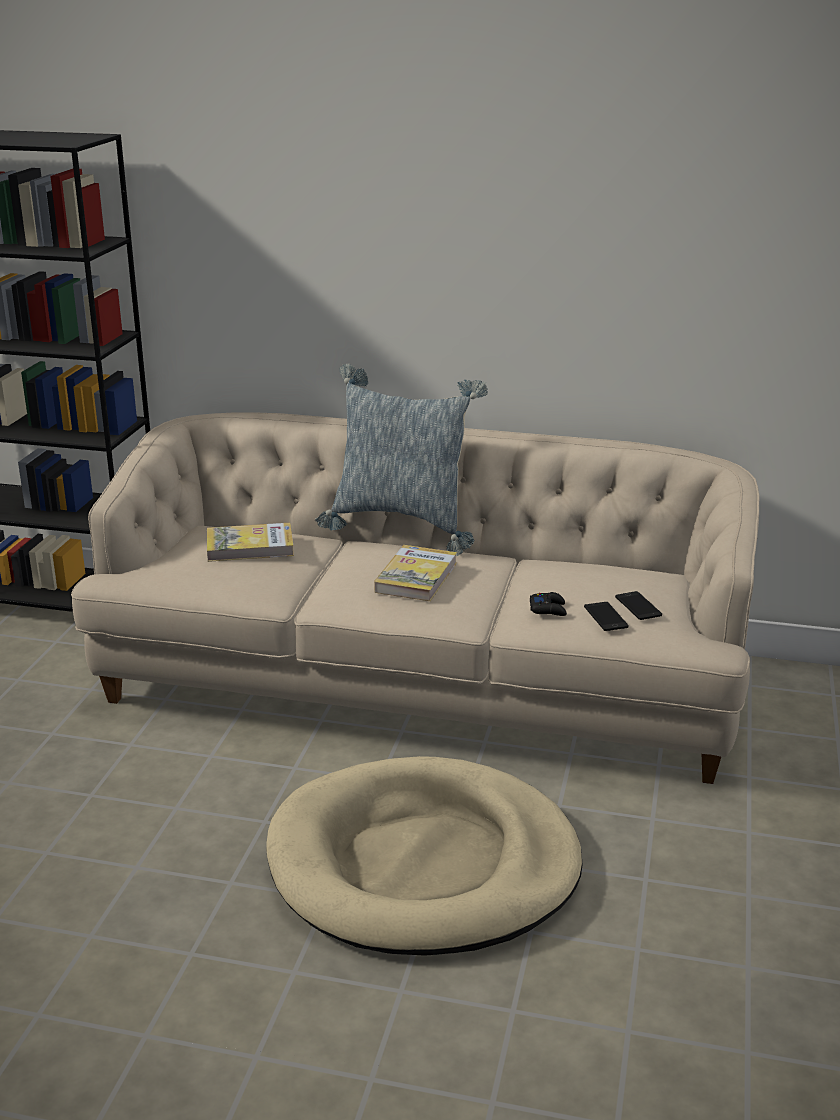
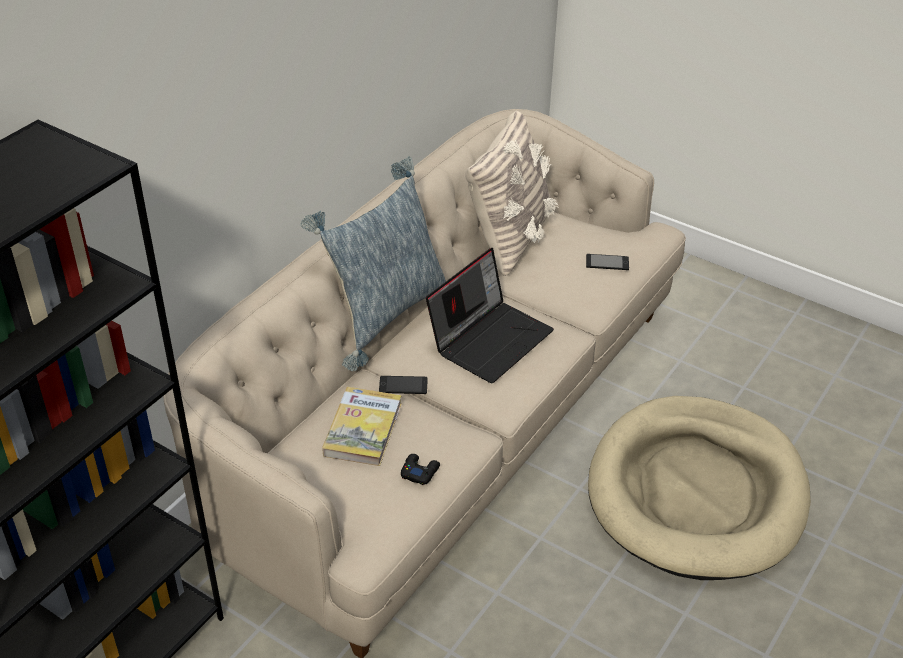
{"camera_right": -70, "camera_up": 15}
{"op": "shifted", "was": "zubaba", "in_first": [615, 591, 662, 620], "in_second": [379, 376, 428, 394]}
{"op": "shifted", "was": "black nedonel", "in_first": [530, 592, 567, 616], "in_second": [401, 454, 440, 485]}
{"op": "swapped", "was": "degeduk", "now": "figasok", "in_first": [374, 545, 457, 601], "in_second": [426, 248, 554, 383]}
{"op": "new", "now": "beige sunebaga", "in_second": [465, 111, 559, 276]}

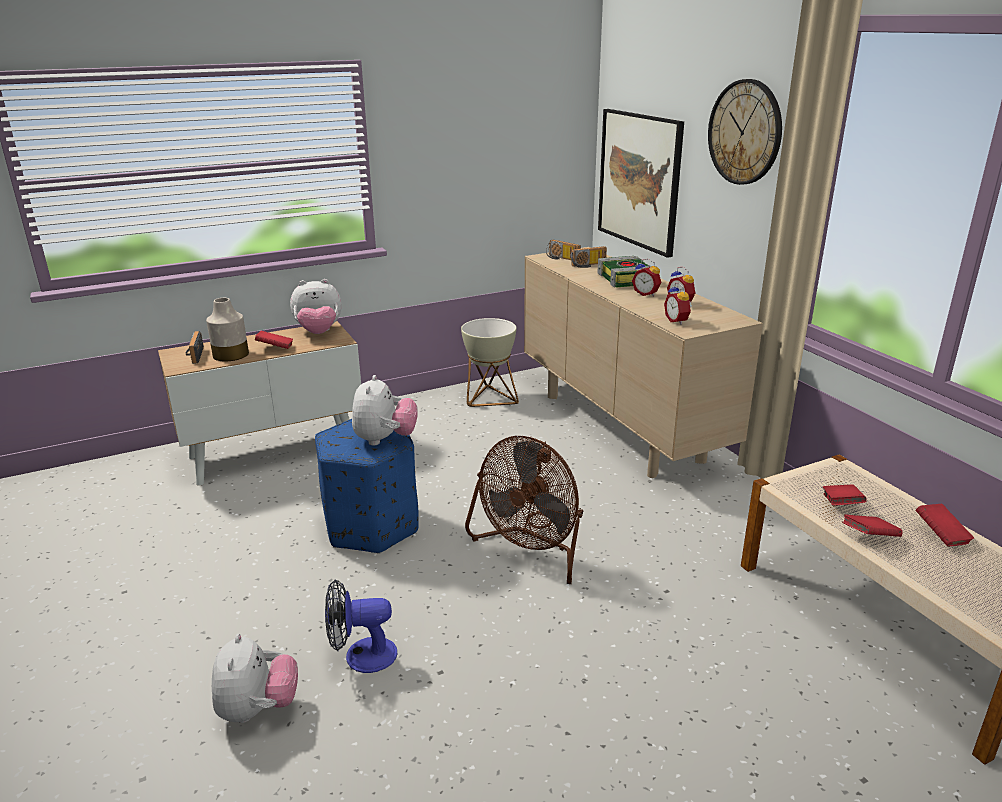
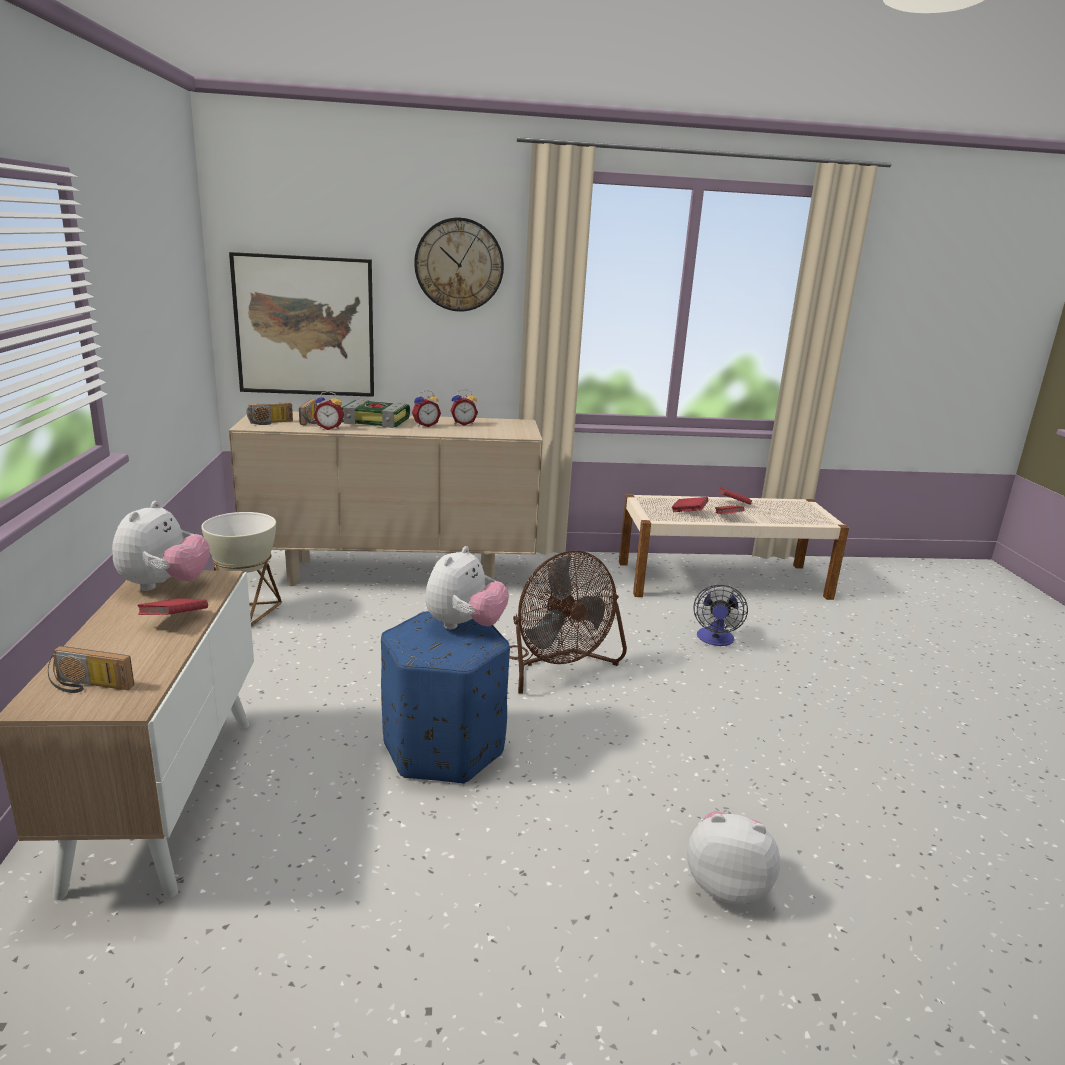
{"camera_right": -70, "camera_up": -5}
{"op": "shifted", "was": "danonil", "in_first": [664, 283, 692, 325], "in_second": [313, 391, 344, 430]}
{"op": "rotated", "was": "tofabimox", "in_first": [352, 375, 418, 446], "in_second": [425, 546, 509, 629], "clockwise": 90}
{"op": "shifted", "was": "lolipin", "in_first": [325, 579, 397, 673], "in_second": [693, 585, 748, 646]}
{"op": "gone", "was": "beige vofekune", "in_first": [206, 298, 249, 361]}

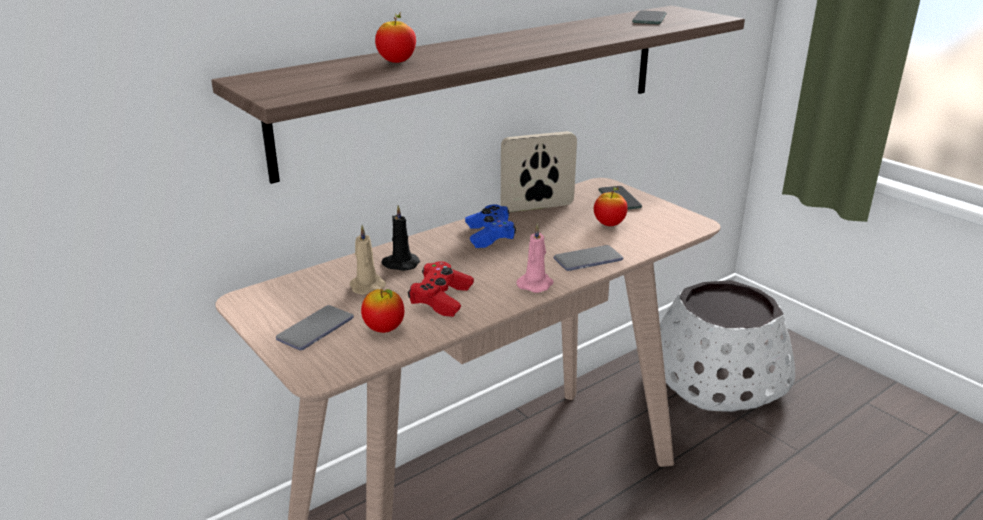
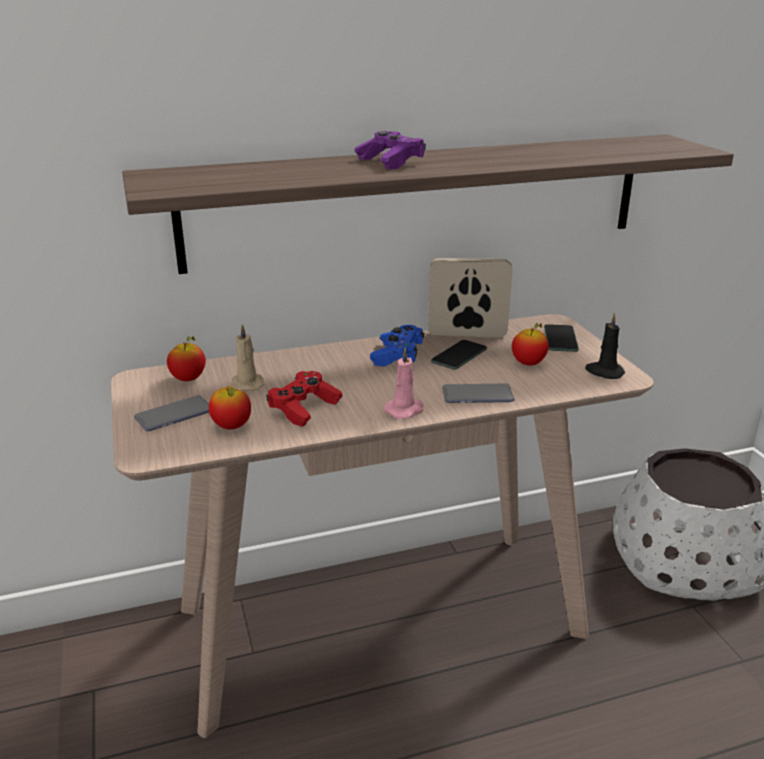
{"camera_right": 20, "camera_up": 0}
{"op": "shifted", "was": "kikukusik", "in_first": [375, 13, 416, 63], "in_second": [167, 336, 206, 381]}
{"op": "new", "now": "purple nedonel", "in_second": [355, 131, 426, 169]}
{"op": "shifted", "was": "zubaba", "in_first": [632, 10, 667, 24], "in_second": [431, 340, 487, 370]}
{"op": "shifted", "was": "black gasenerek", "in_first": [381, 205, 420, 271], "in_second": [585, 313, 625, 379]}

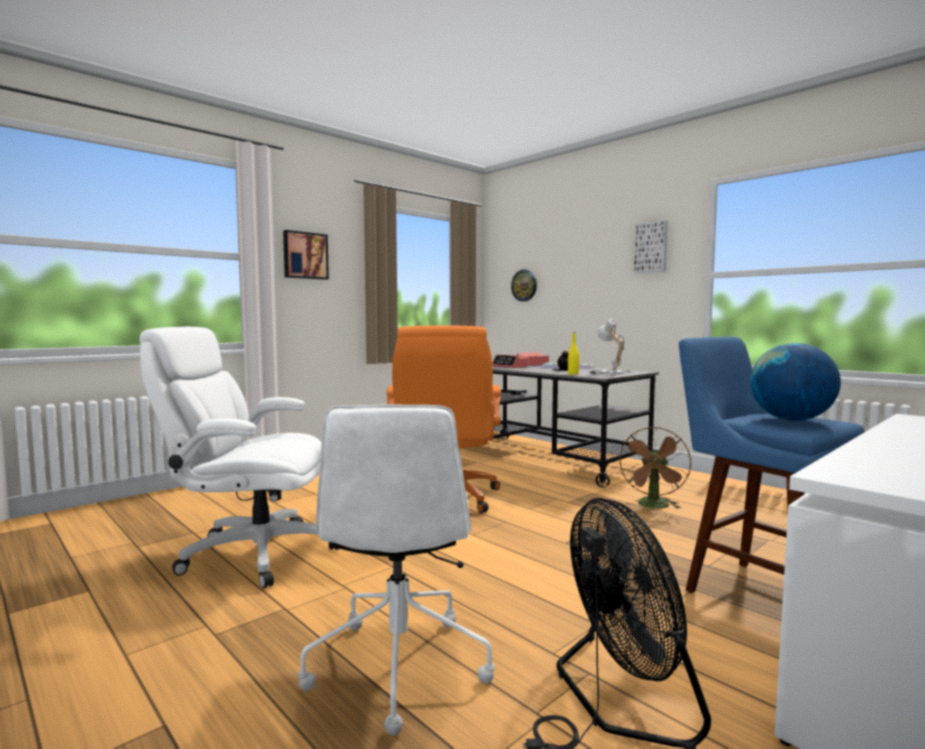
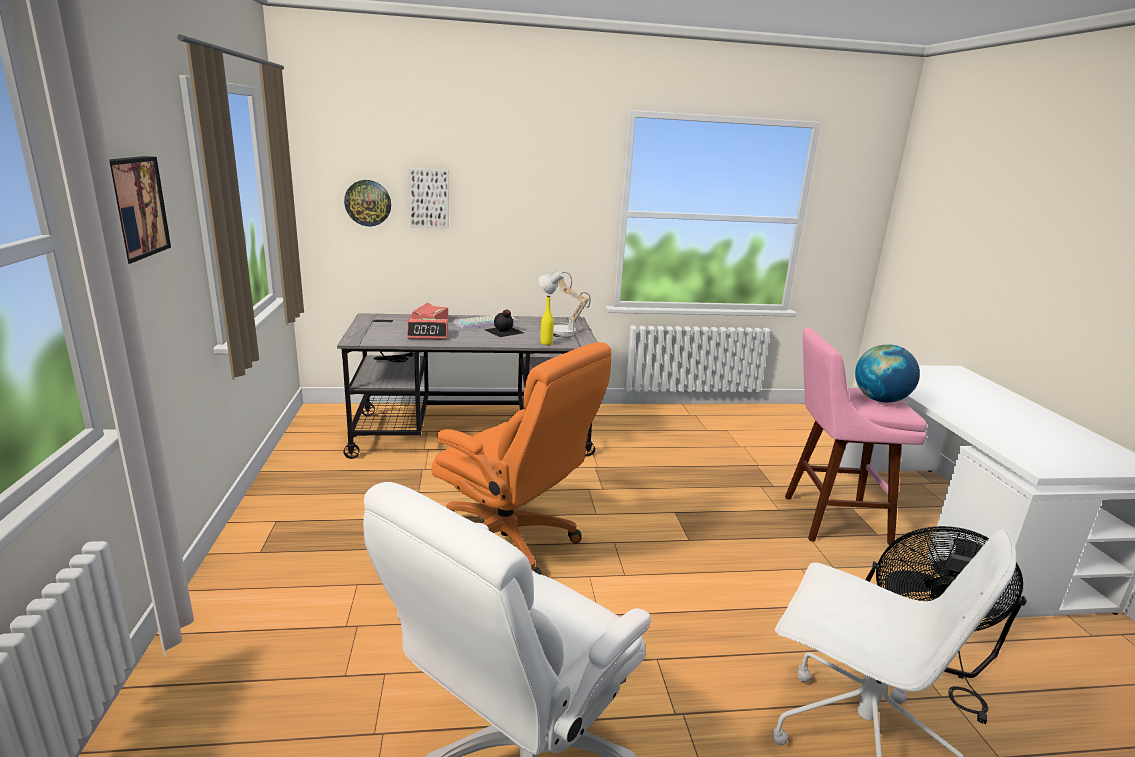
{"camera_right": -55, "camera_up": 15}
{"op": "shifted", "was": "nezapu", "in_first": [633, 220, 668, 273], "in_second": [409, 168, 449, 229]}
{"op": "repainted", "was": "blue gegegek", "now": "pink gegegek", "in_first": [679, 337, 864, 593], "in_second": [785, 328, 927, 546]}
{"op": "gone", "was": "brown lolipin", "in_first": [619, 427, 691, 509]}

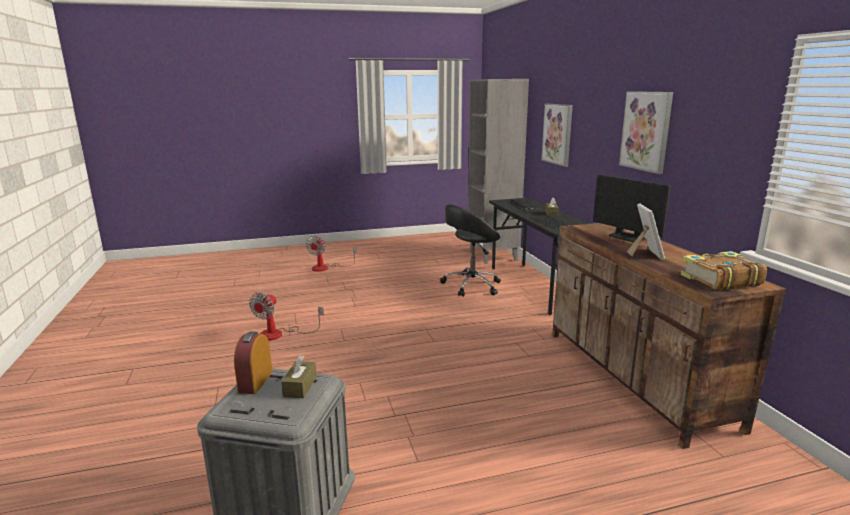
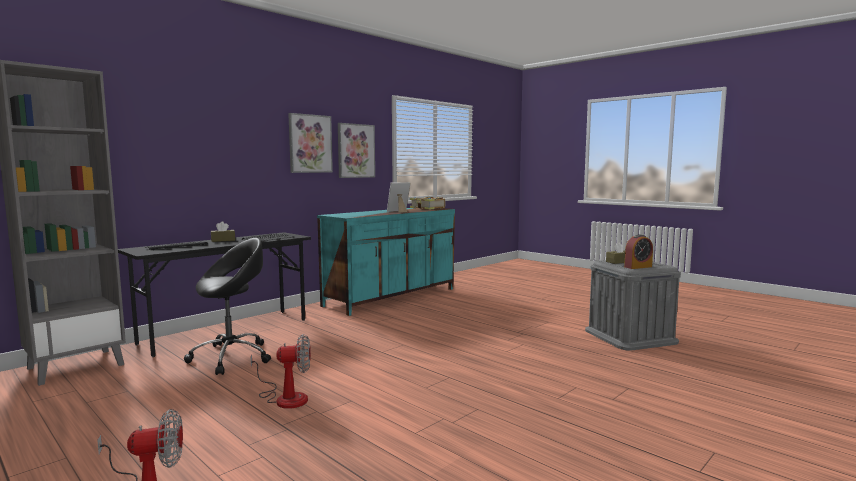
{"camera_right": -120, "camera_up": -10}
{"op": "rotated", "was": "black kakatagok", "in_first": [440, 204, 501, 297], "in_second": [184, 238, 271, 375], "clockwise": -60}
{"op": "shifted", "was": "lolipin", "in_first": [249, 292, 324, 341], "in_second": [251, 334, 311, 409]}
{"op": "repainted", "was": "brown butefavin", "now": "turquoise butefavin", "in_first": [552, 223, 786, 449], "in_second": [317, 208, 455, 316]}
{"op": "shifted", "was": "nezapu", "in_first": [541, 104, 573, 167], "in_second": [338, 123, 375, 178]}
{"op": "gone", "was": "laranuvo", "in_first": [593, 175, 671, 242]}

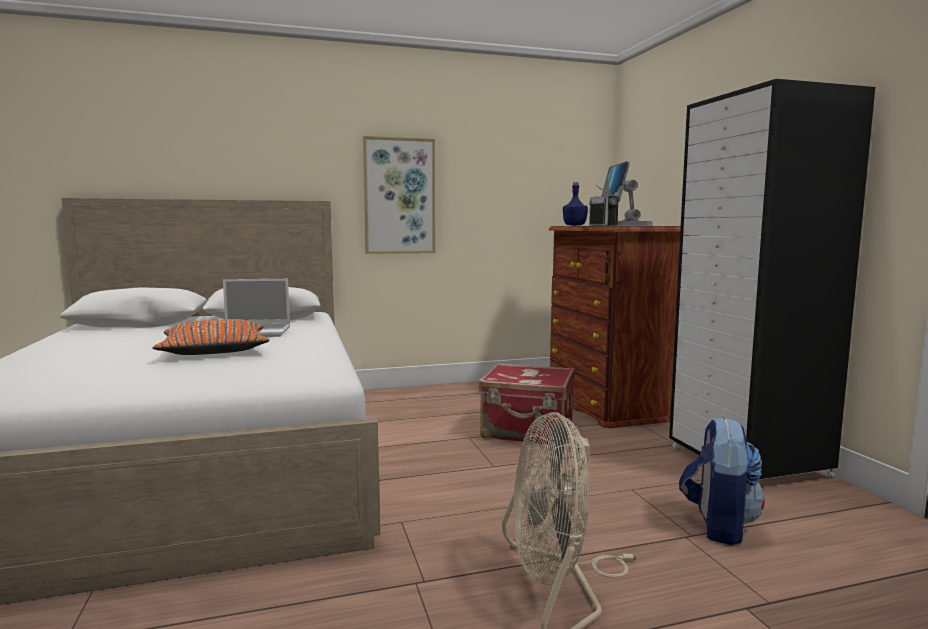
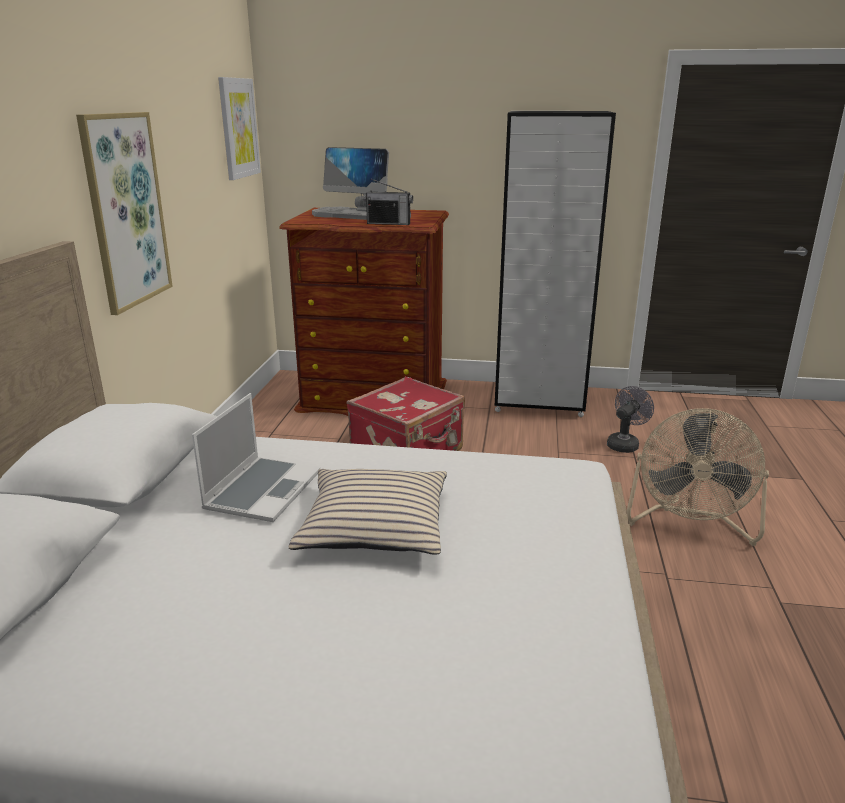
{"camera_right": -65, "camera_up": 15}
{"op": "new", "now": "nezapu", "in_second": [218, 77, 261, 180]}
{"op": "repainted", "was": "orange sunebaga", "now": "beige sunebaga", "in_first": [152, 319, 270, 355], "in_second": [289, 469, 447, 555]}
{"op": "swapped", "was": "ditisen", "now": "grey lolipin", "in_first": [679, 416, 765, 545], "in_second": [607, 386, 654, 453]}
{"op": "gone", "was": "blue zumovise", "in_first": [563, 182, 588, 226]}

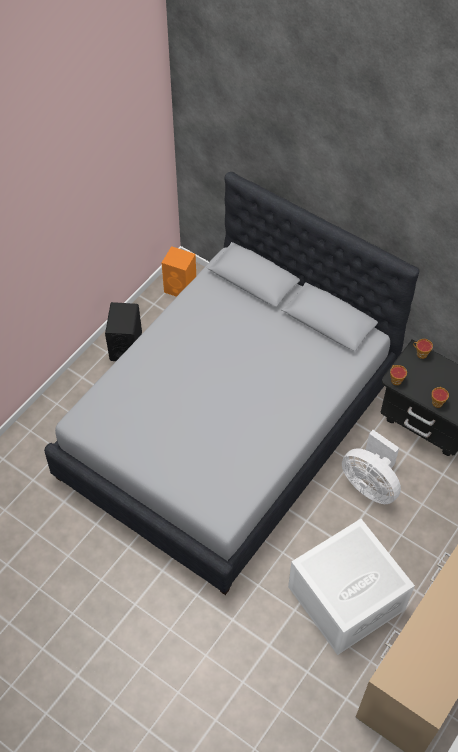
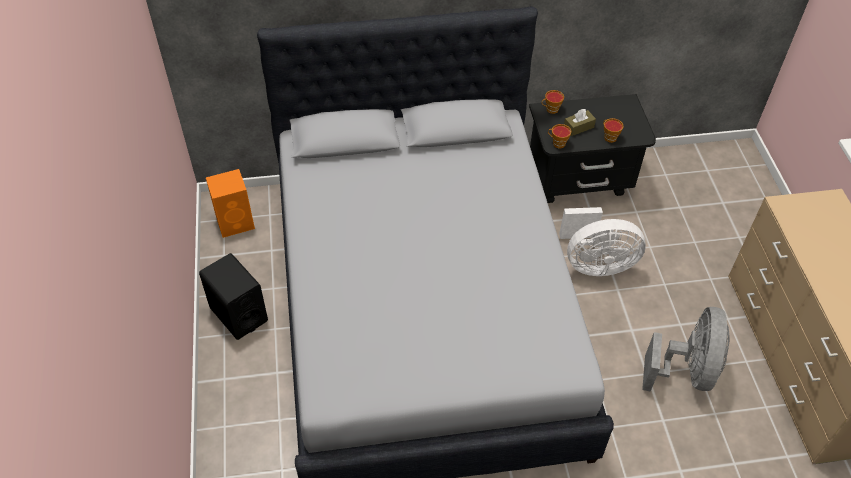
{"camera_right": -45, "camera_up": -5}
{"op": "new", "now": "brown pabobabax", "in_second": [564, 109, 596, 136]}
{"op": "swapped", "was": "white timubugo", "now": "grey lolipin", "in_first": [288, 519, 415, 655], "in_second": [642, 307, 730, 392]}

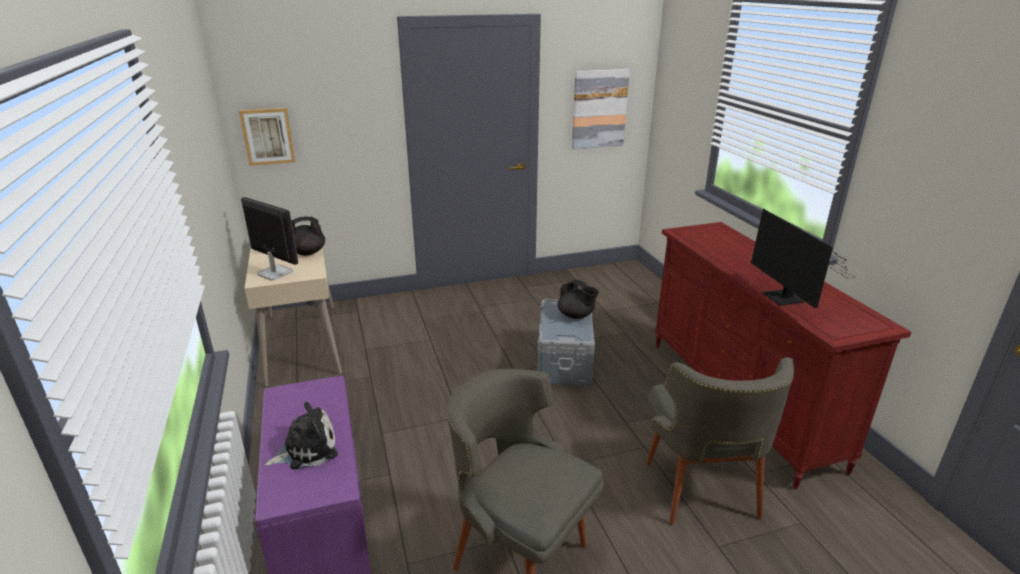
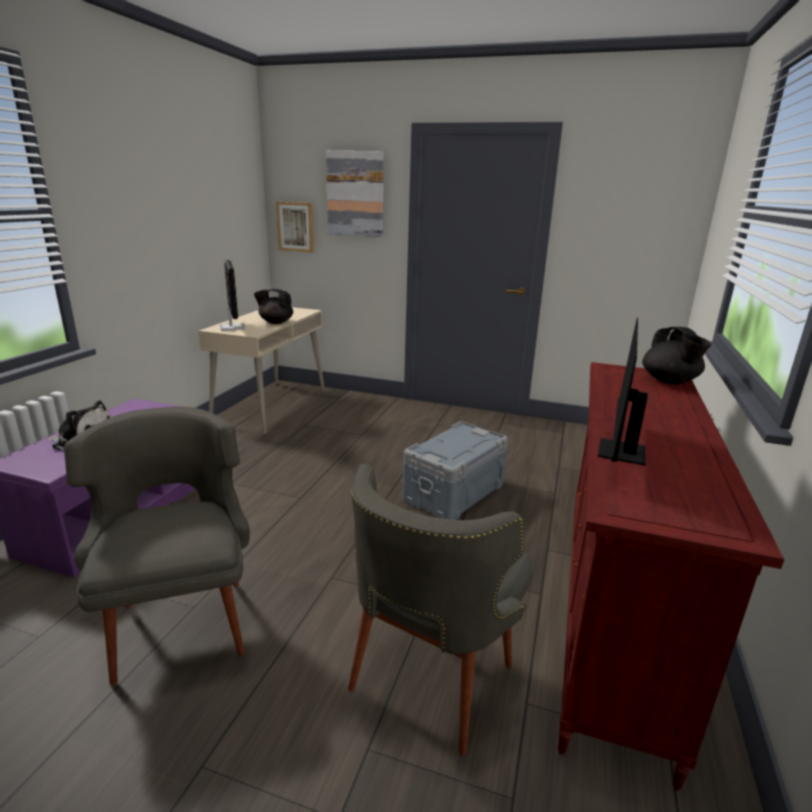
{"camera_right": 35, "camera_up": -5}
{"op": "shifted", "was": "nezapu", "in_first": [572, 69, 630, 149], "in_second": [326, 151, 384, 237]}
{"op": "shifted", "was": "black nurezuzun", "in_first": [558, 280, 599, 319], "in_second": [642, 327, 711, 385]}

